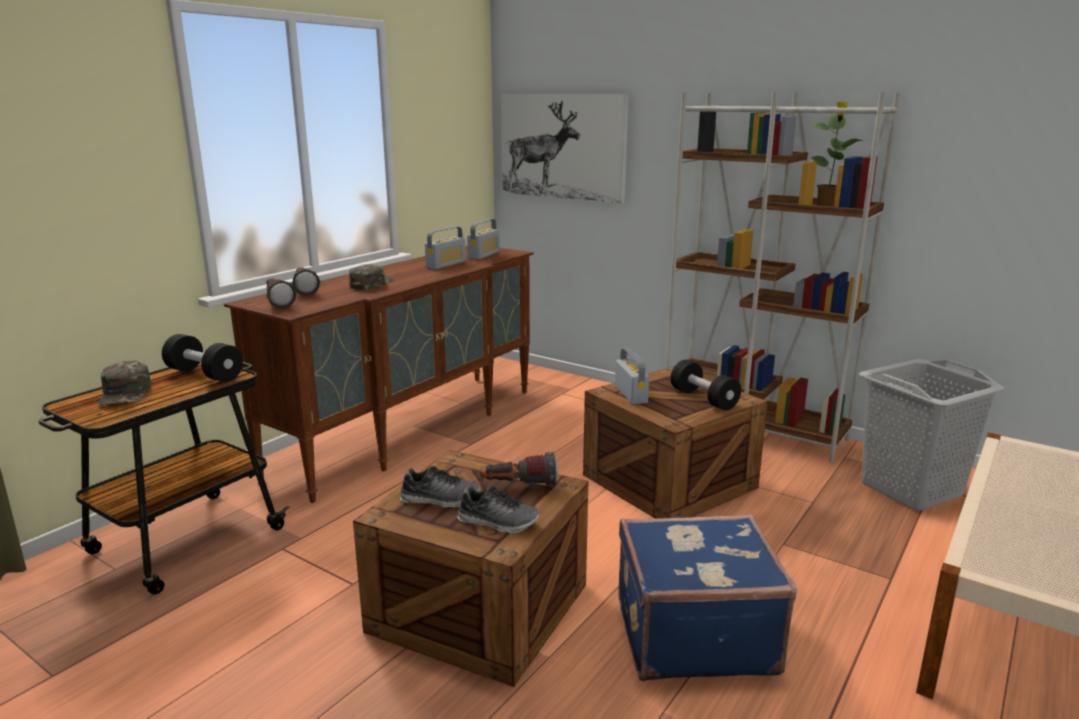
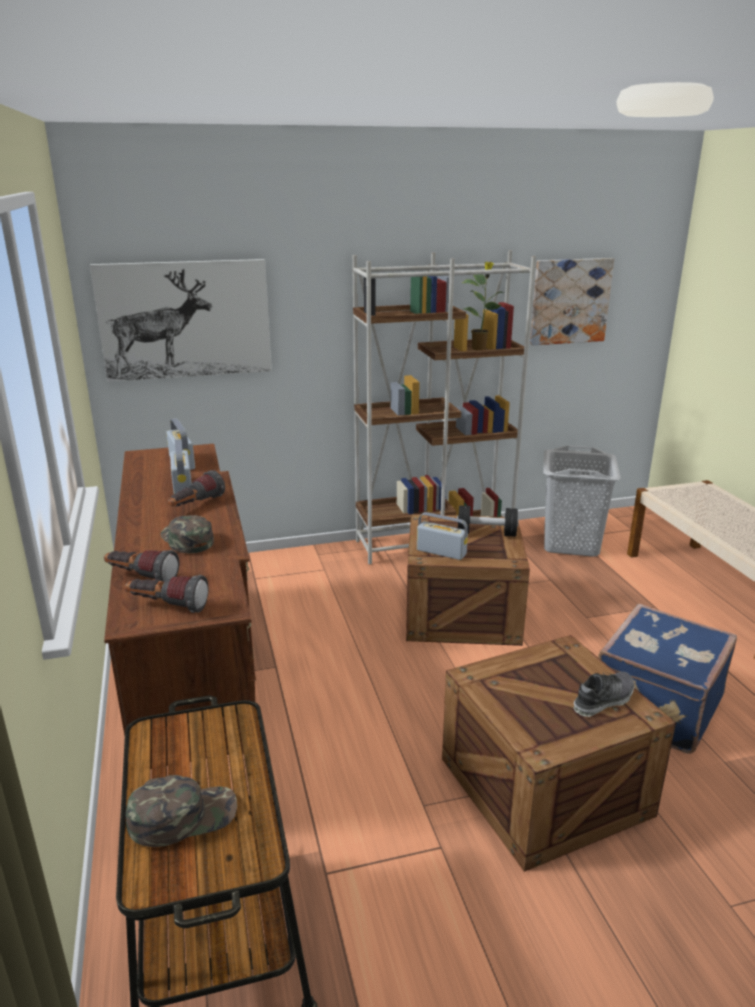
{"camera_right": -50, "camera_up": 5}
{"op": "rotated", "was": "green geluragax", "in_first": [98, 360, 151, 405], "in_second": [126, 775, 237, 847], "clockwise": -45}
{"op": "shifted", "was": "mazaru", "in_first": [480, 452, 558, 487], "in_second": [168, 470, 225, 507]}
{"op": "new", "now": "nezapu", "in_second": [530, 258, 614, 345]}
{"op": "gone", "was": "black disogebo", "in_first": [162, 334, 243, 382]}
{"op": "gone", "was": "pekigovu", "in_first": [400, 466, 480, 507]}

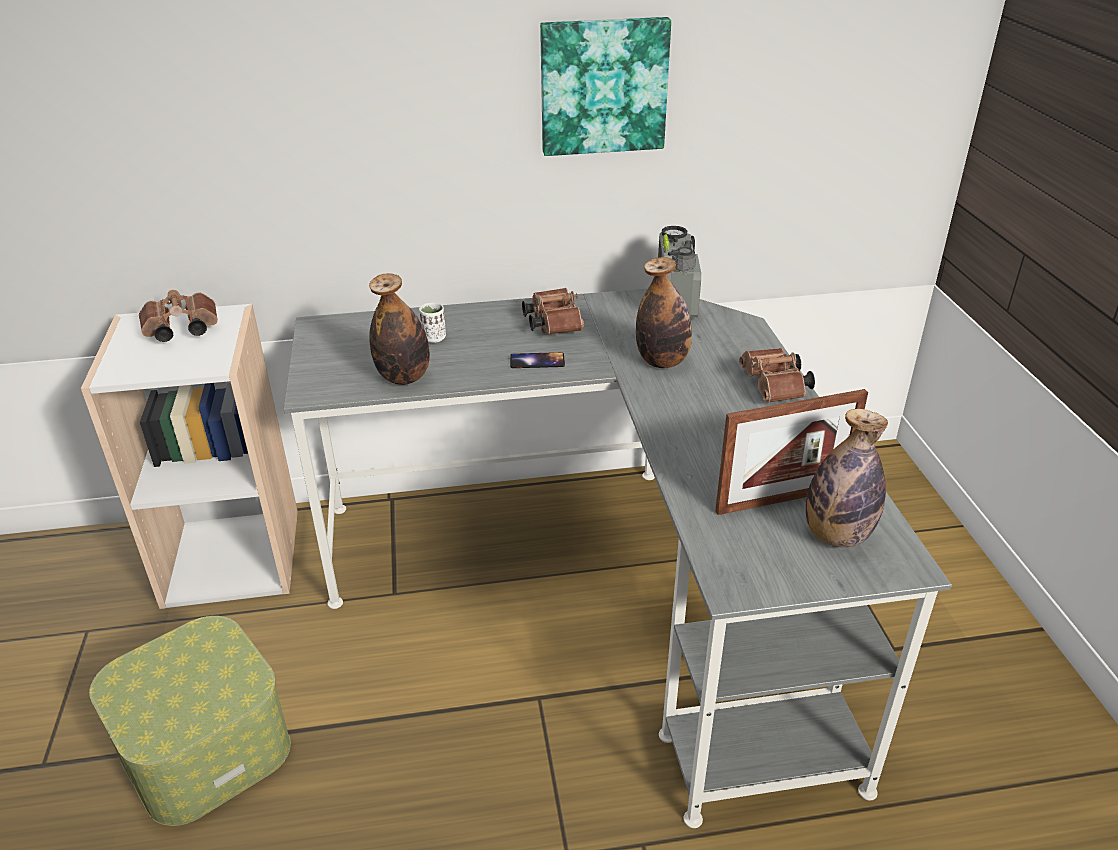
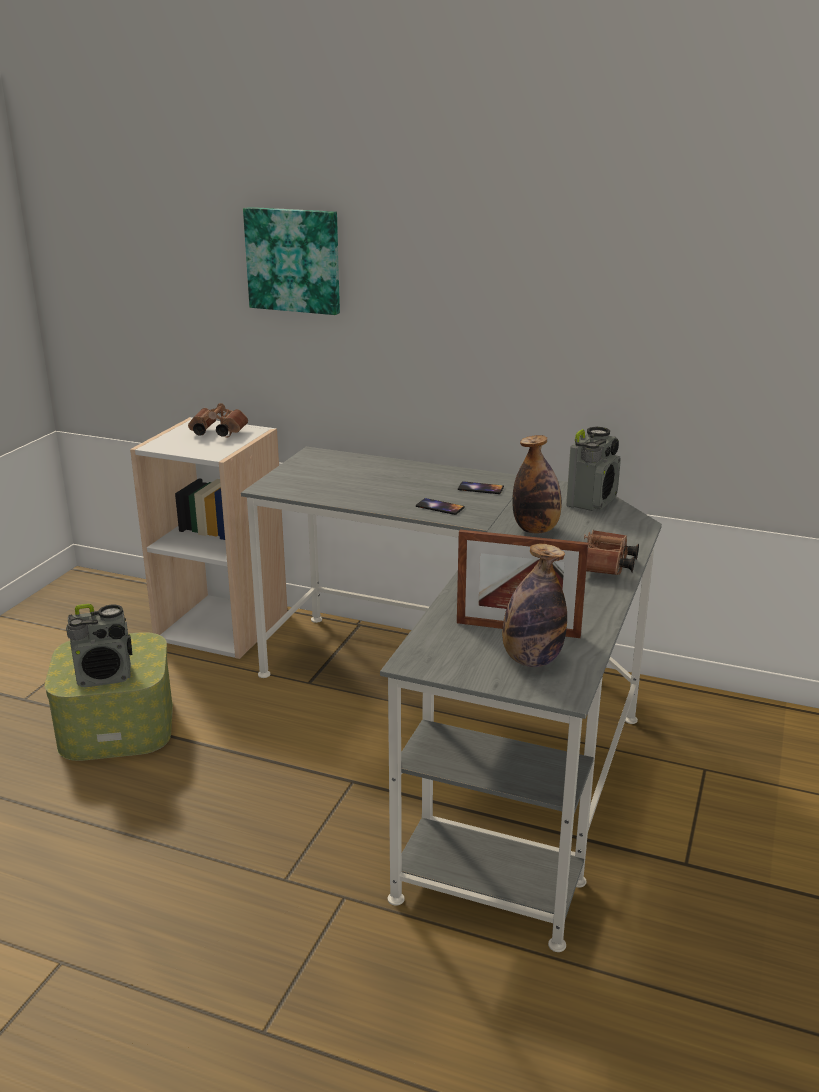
{"camera_right": 30, "camera_up": -10}
{"op": "new", "now": "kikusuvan", "in_second": [66, 604, 132, 687]}
{"op": "shifted", "was": "nezapu", "in_first": [540, 17, 671, 156], "in_second": [243, 207, 340, 315]}
{"op": "swapped", "was": "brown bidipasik", "now": "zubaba", "in_first": [522, 288, 584, 335], "in_second": [458, 481, 504, 494]}
{"op": "gone", "was": "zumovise", "in_first": [369, 273, 430, 385]}
{"op": "gone", "was": "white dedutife", "in_first": [419, 303, 446, 343]}

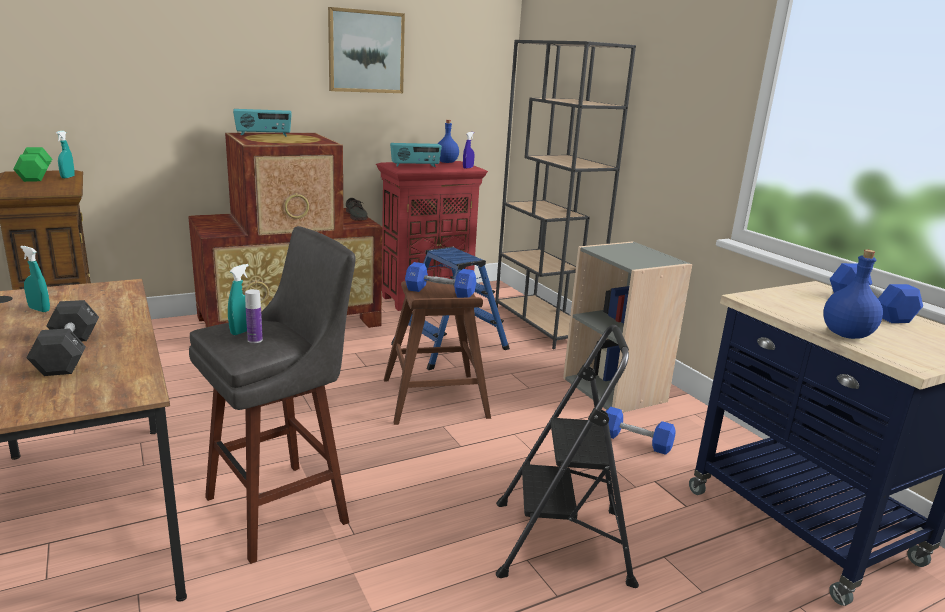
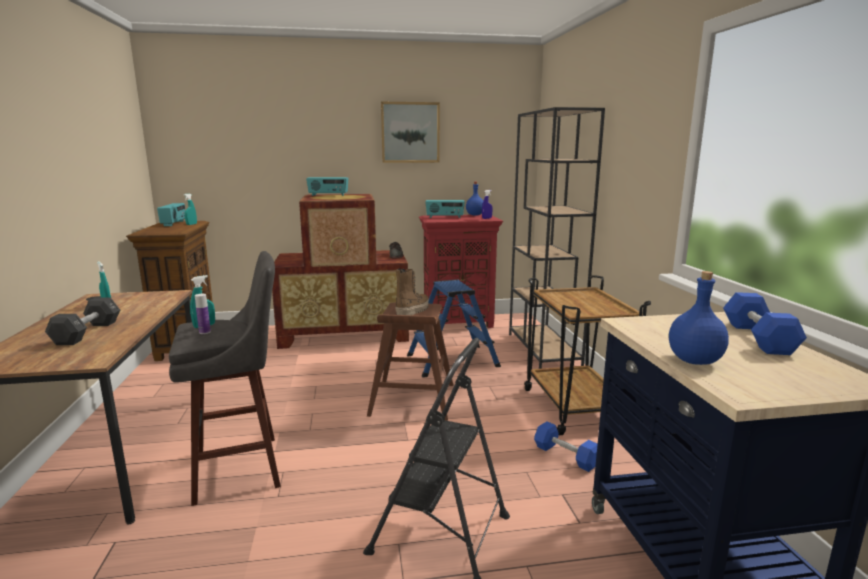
{"camera_right": 20, "camera_up": -5}
{"op": "swapped", "was": "green disogebo", "now": "kikusuvan", "in_first": [13, 147, 52, 182], "in_second": [157, 203, 185, 226]}
{"op": "swapped", "was": "blue disogebo", "now": "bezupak", "in_first": [405, 262, 476, 298], "in_second": [396, 268, 429, 315]}
{"op": "swapped", "was": "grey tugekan", "now": "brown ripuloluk", "in_first": [563, 241, 692, 413], "in_second": [524, 275, 651, 435]}

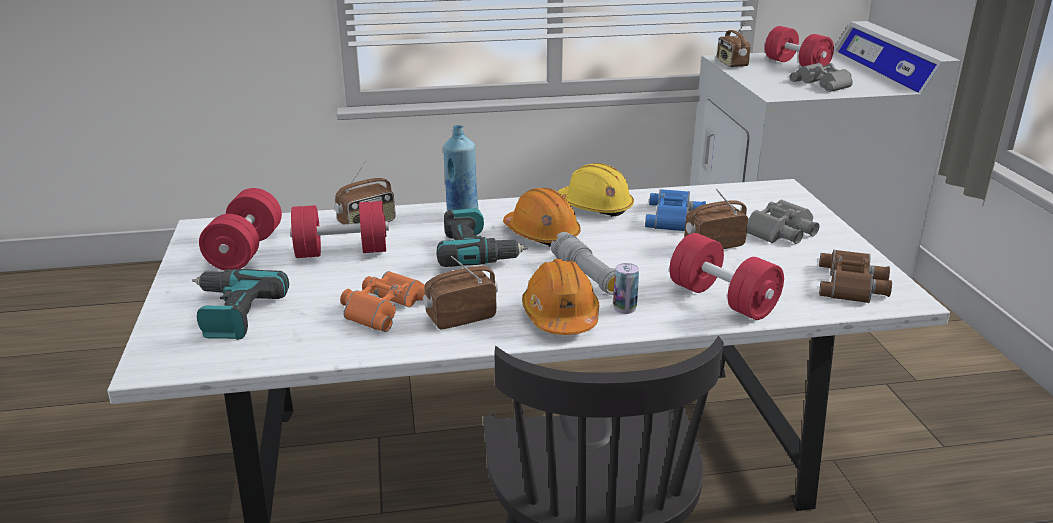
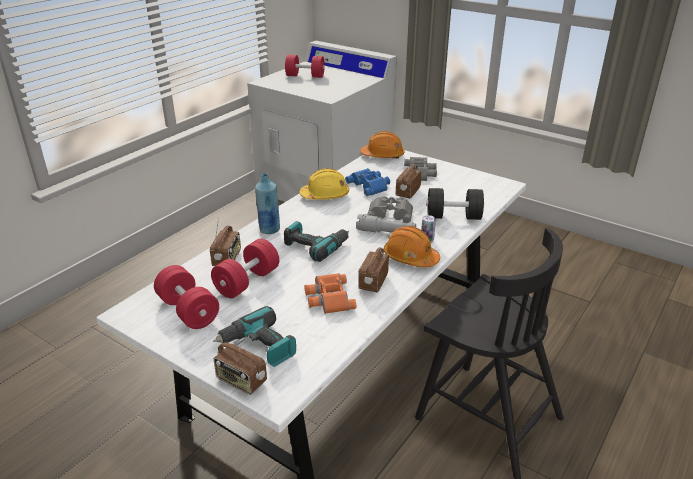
{"camera_right": -45, "camera_up": 5}
{"op": "shifted", "was": "kikusuvan", "in_first": [717, 20, 751, 68], "in_second": [214, 336, 267, 395]}
{"op": "shifted", "was": "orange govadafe", "in_first": [503, 188, 581, 247], "in_second": [360, 131, 405, 159]}
{"op": "shifted", "was": "grey bidipasik", "in_first": [790, 63, 853, 92], "in_second": [368, 197, 413, 223]}
{"op": "repainted", "was": "red disogebo", "now": "black disogebo", "in_first": [670, 233, 784, 320], "in_second": [426, 188, 484, 220]}
{"op": "gone", "was": "brown bidipasik", "in_first": [819, 250, 892, 303]}

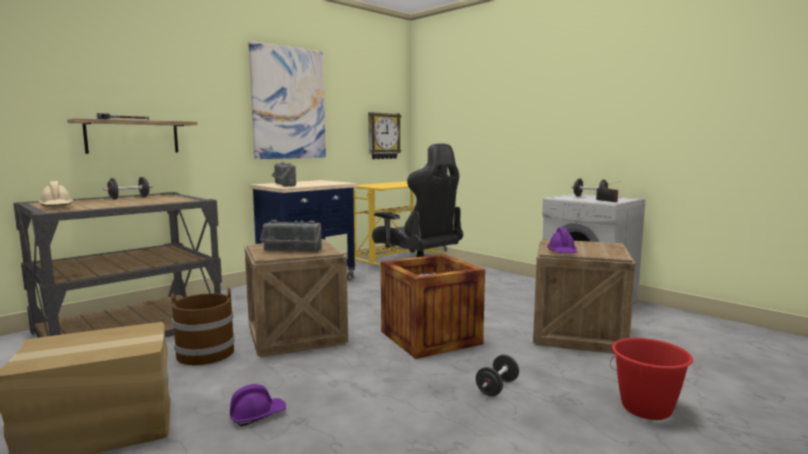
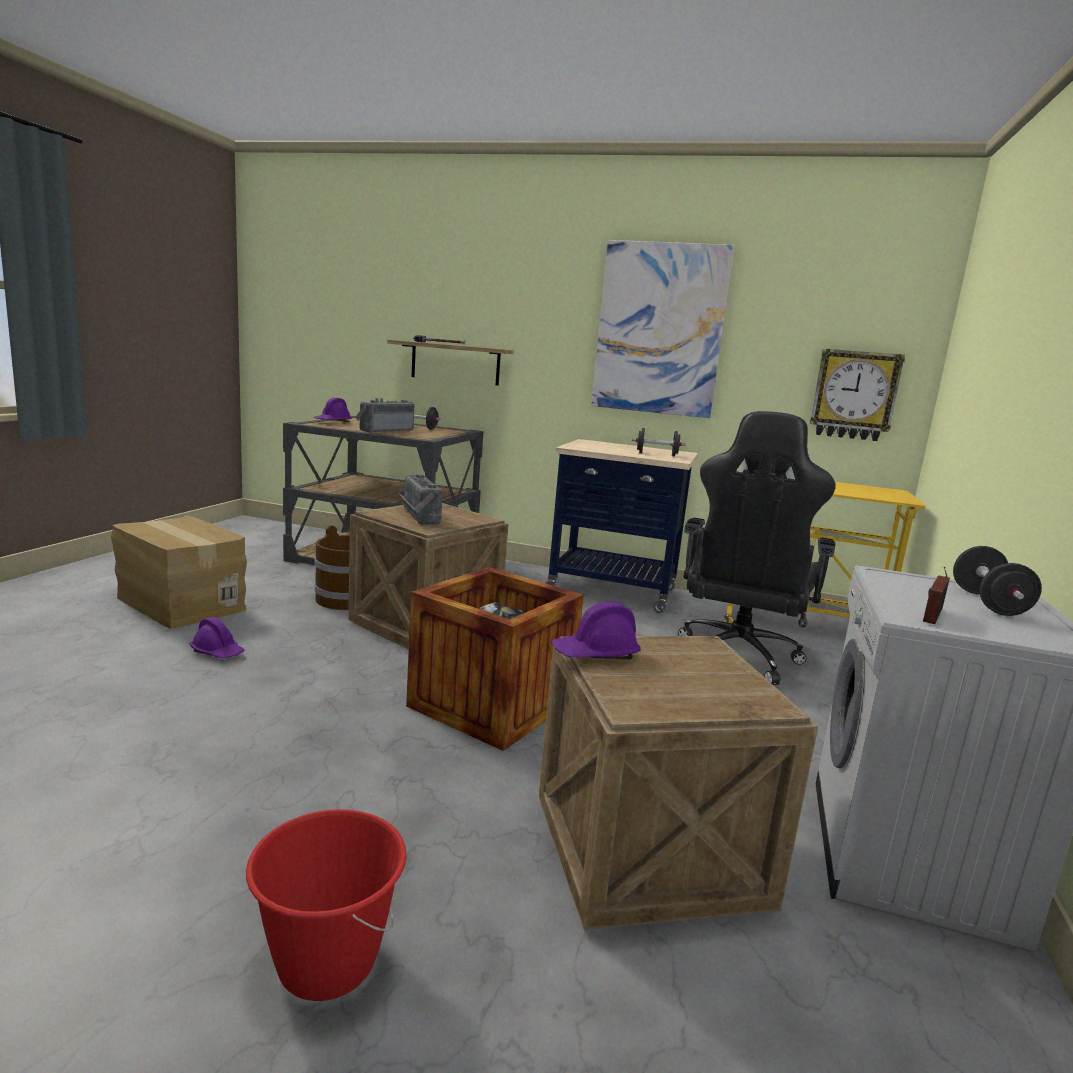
{"camera_right": 60, "camera_up": 5}
{"op": "repainted", "was": "beige govadafe", "now": "purple govadafe", "in_first": [39, 181, 73, 206], "in_second": [313, 398, 352, 422]}
{"op": "shifted", "was": "kikusuvan", "in_first": [272, 162, 296, 187], "in_second": [356, 398, 414, 433]}
{"op": "shifted", "was": "black disogebo", "in_first": [476, 355, 519, 396], "in_second": [632, 428, 686, 456]}

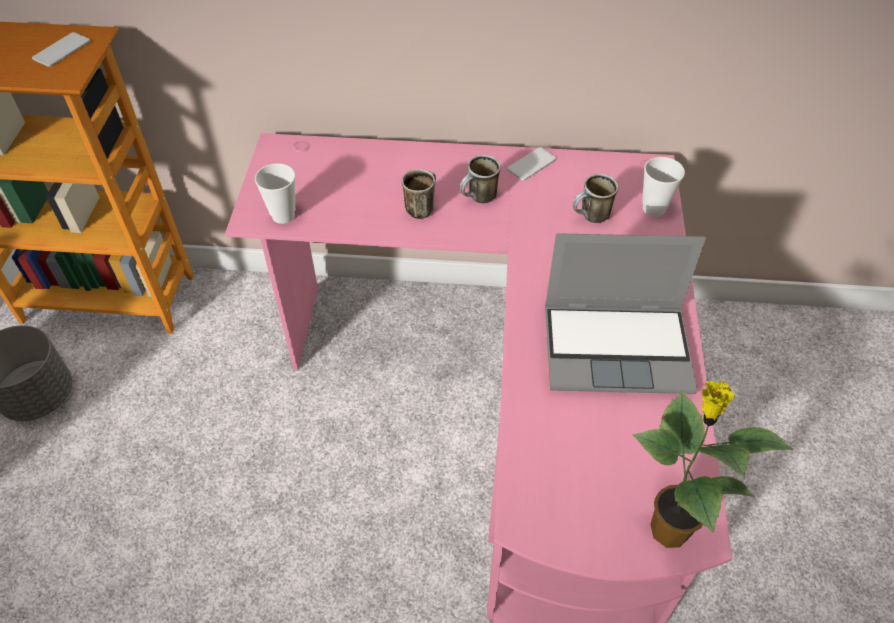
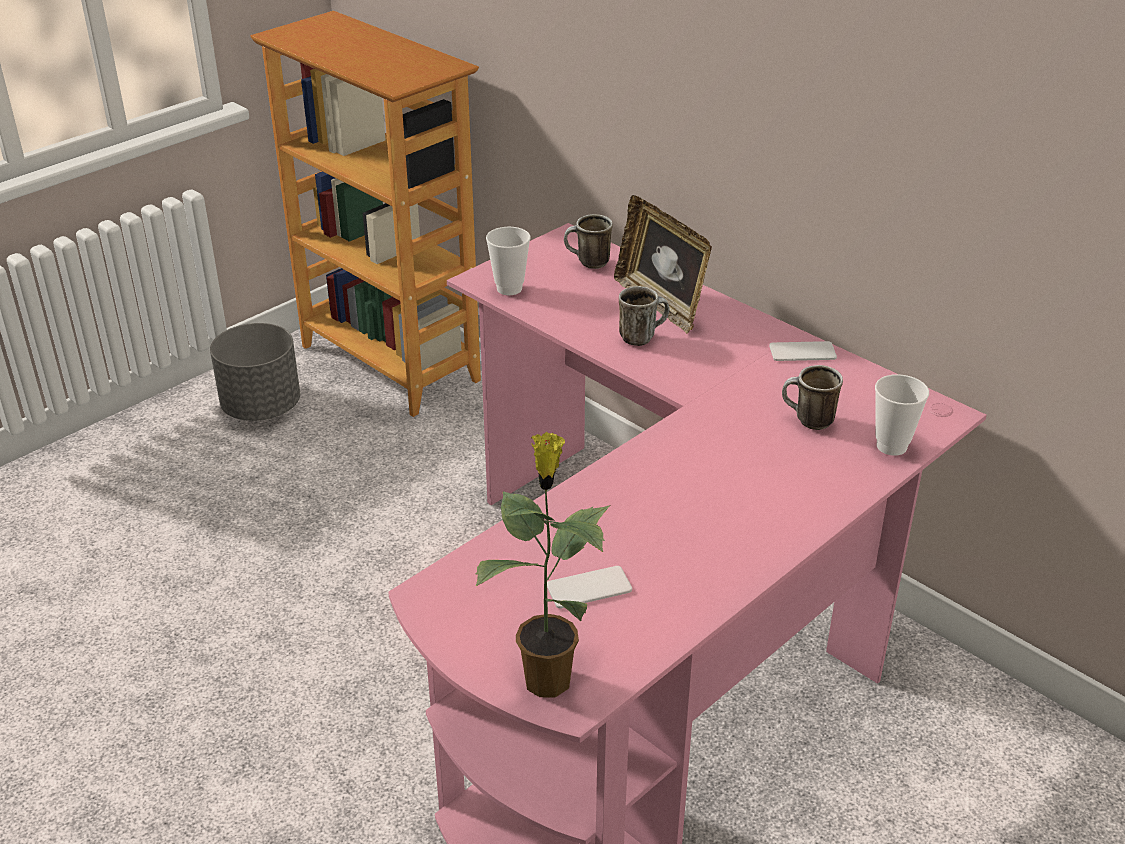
{"camera_right": 40, "camera_up": -15}
{"op": "shifted", "was": "zubaba", "in_first": [32, 32, 90, 67], "in_second": [547, 566, 632, 609]}
{"op": "shifted", "was": "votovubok", "in_first": [460, 155, 501, 203], "in_second": [564, 214, 613, 269]}
{"op": "new", "now": "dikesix", "in_second": [614, 195, 712, 334]}
{"op": "gone", "was": "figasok", "in_first": [545, 233, 706, 394]}

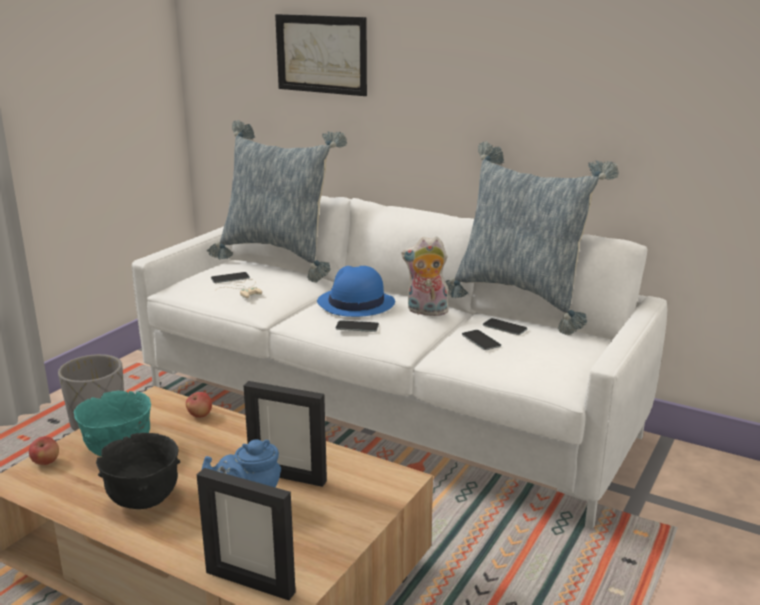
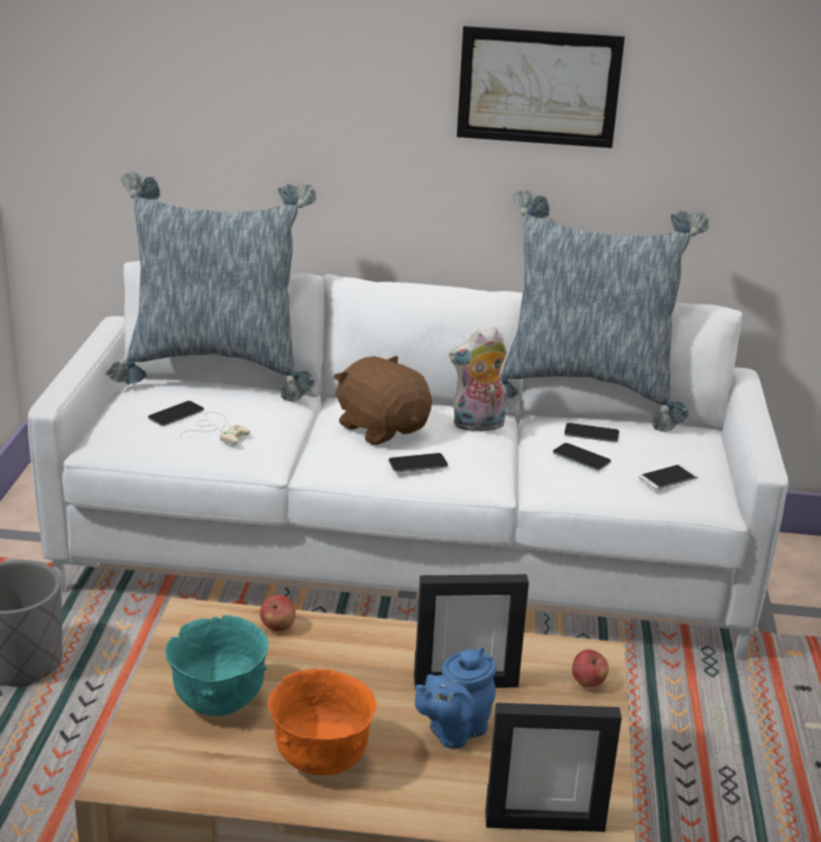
{"camera_right": -25, "camera_up": 5}
{"op": "repainted", "was": "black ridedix", "now": "orange ridedix", "in_first": [96, 433, 180, 509], "in_second": [267, 669, 377, 775]}
{"op": "swapped", "was": "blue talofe", "now": "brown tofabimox", "in_first": [317, 266, 395, 317], "in_second": [333, 356, 432, 445]}
{"op": "shifted", "was": "nezapu", "in_first": [275, 14, 367, 96], "in_second": [457, 26, 625, 148]}
{"op": "shifted", "was": "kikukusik", "in_first": [29, 436, 59, 465], "in_second": [572, 650, 609, 687]}
{"op": "new", "now": "zubaba", "in_second": [639, 464, 698, 490]}

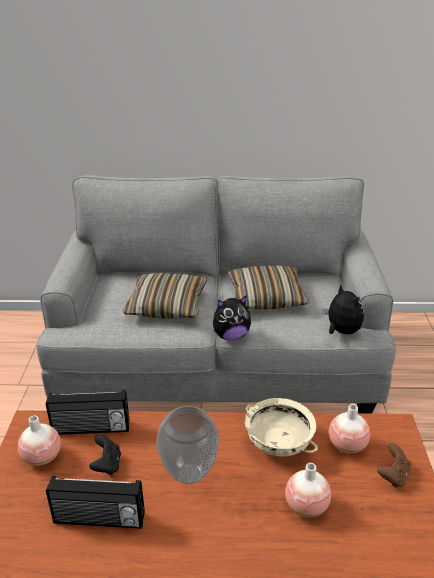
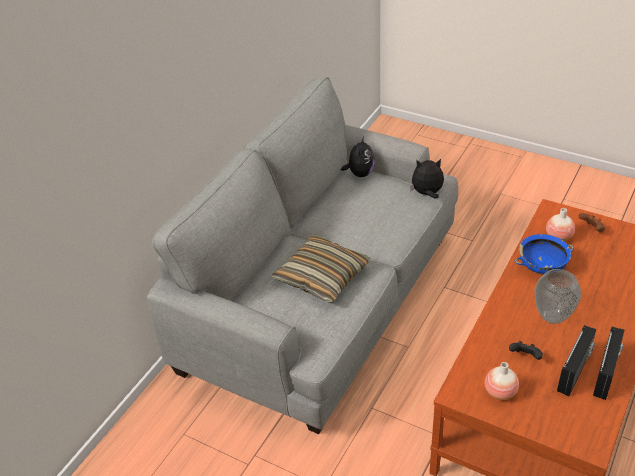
{"camera_right": -60, "camera_up": 10}
{"op": "shifted", "was": "tofabimox", "in_first": [213, 295, 251, 341], "in_second": [341, 136, 375, 177]}
{"op": "repainted", "was": "beige ridedix", "now": "blue ridedix", "in_first": [245, 398, 318, 456], "in_second": [515, 234, 573, 274]}
{"op": "shifted", "was": "kikusuvan", "in_first": [46, 390, 130, 435], "in_second": [593, 327, 624, 400]}
{"op": "gone", "was": "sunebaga", "in_first": [228, 265, 309, 309]}
{"op": "gone", "was": "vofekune", "in_first": [285, 463, 331, 517]}

